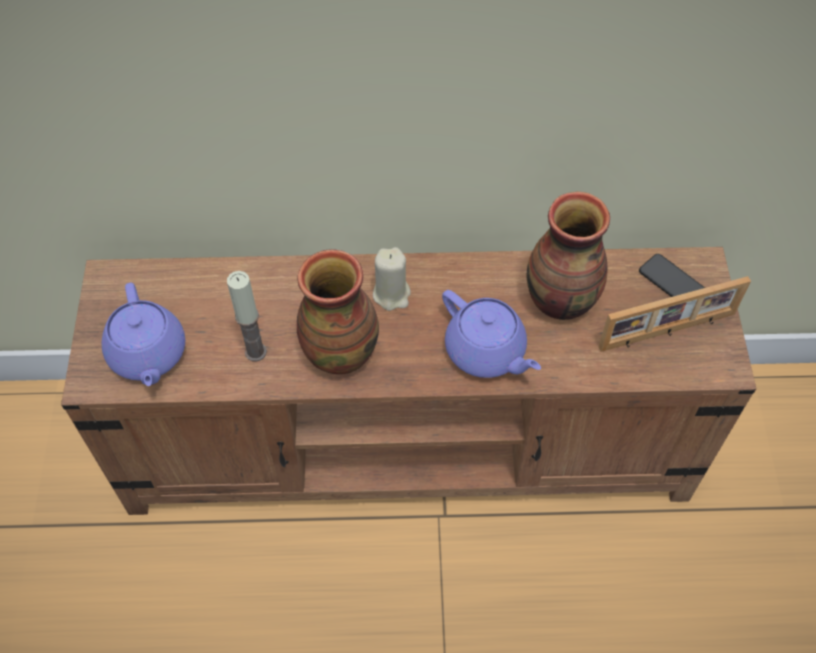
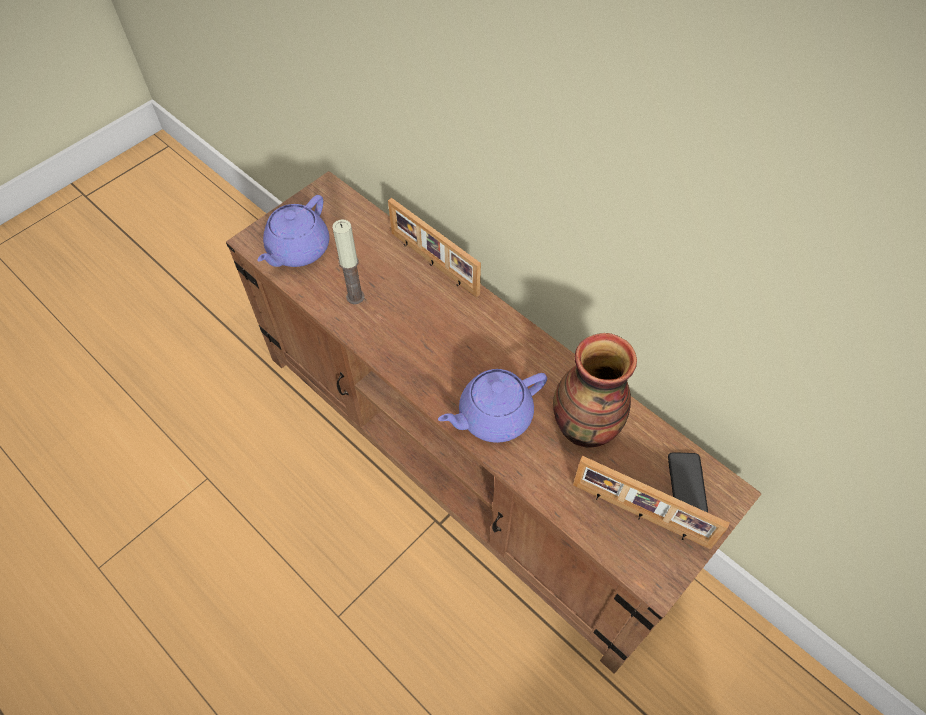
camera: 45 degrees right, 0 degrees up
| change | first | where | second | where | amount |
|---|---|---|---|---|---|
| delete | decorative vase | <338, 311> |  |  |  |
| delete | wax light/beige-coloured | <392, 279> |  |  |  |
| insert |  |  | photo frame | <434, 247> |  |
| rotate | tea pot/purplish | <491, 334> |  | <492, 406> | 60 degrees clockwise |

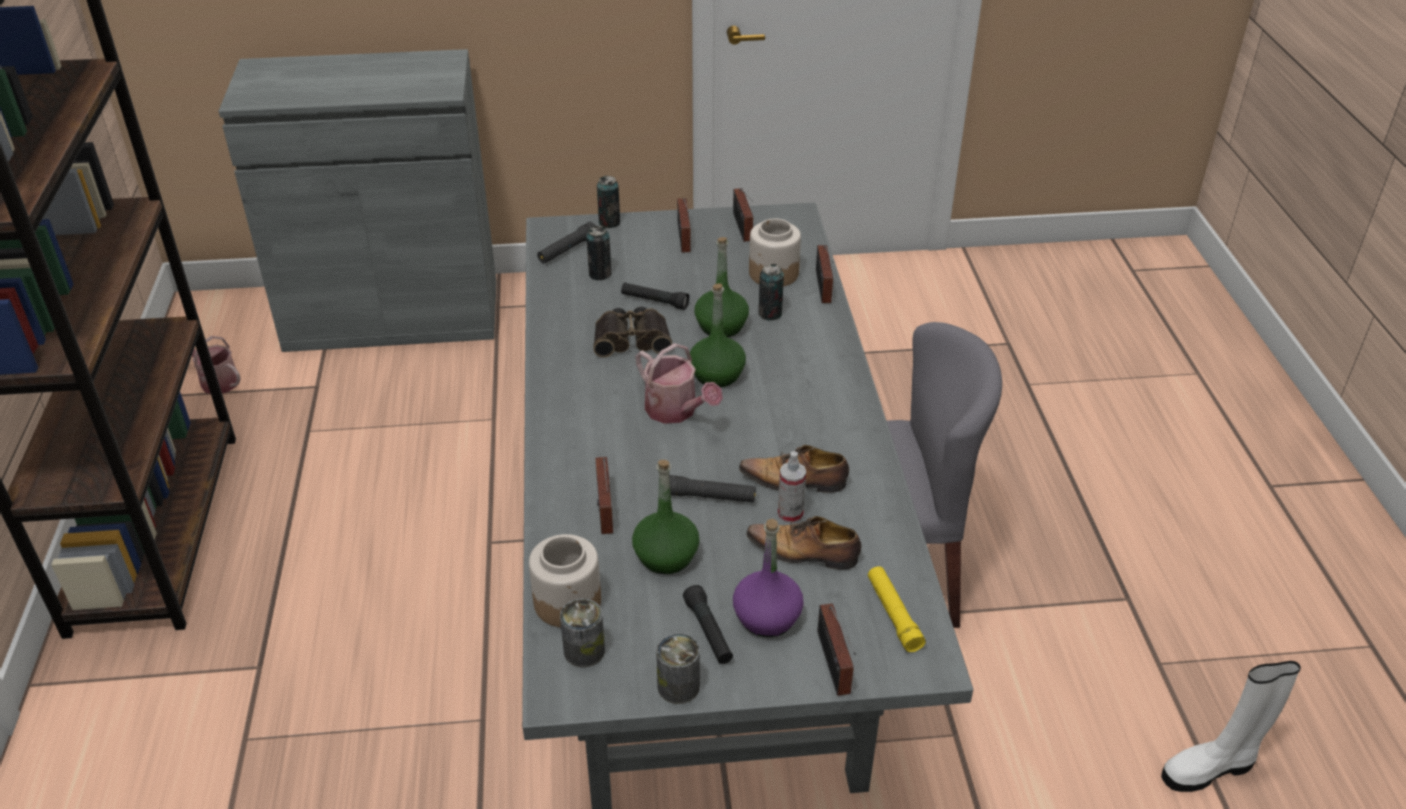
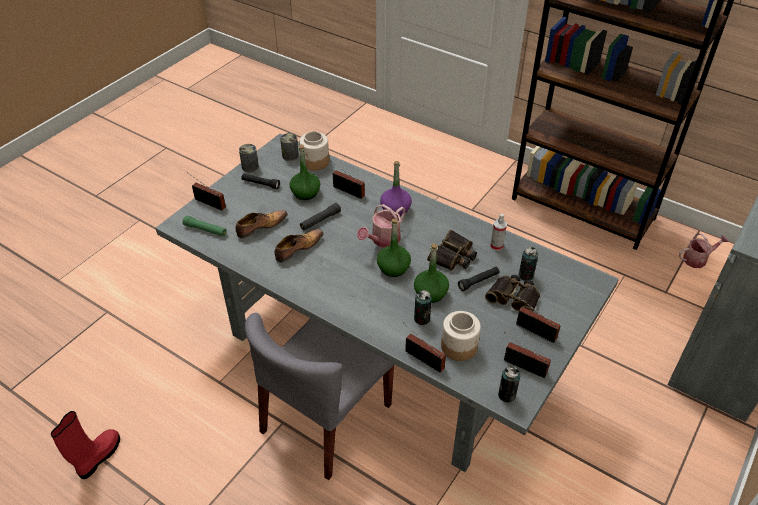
camera: 130 degrees right, 5 degrees up
| change | first | where | second | where | amount |
|---|---|---|---|---|---|
| delete | torch/black-coloured | <566, 243> |  |  |  |
| insert |  |  | pair of binoculars | <512, 293> |  |
| move | sealed can | <608, 202> |  | <509, 384> |  |
| move | beverage bottle/purplish | <768, 578> |  | <396, 188> |  |
| move | sprayer | <792, 487> |  | <498, 232> |  |
| recolor | torch/yellow-coloured | <897, 609> | torch/green | <205, 226> |  |
| recolor | tall boot/white | <1231, 726> | tall boot/red-coloured | <85, 445> |  |
| rotate | sprinkling can | <679, 383> |  | <381, 226> | 45 degrees counterclockwise |

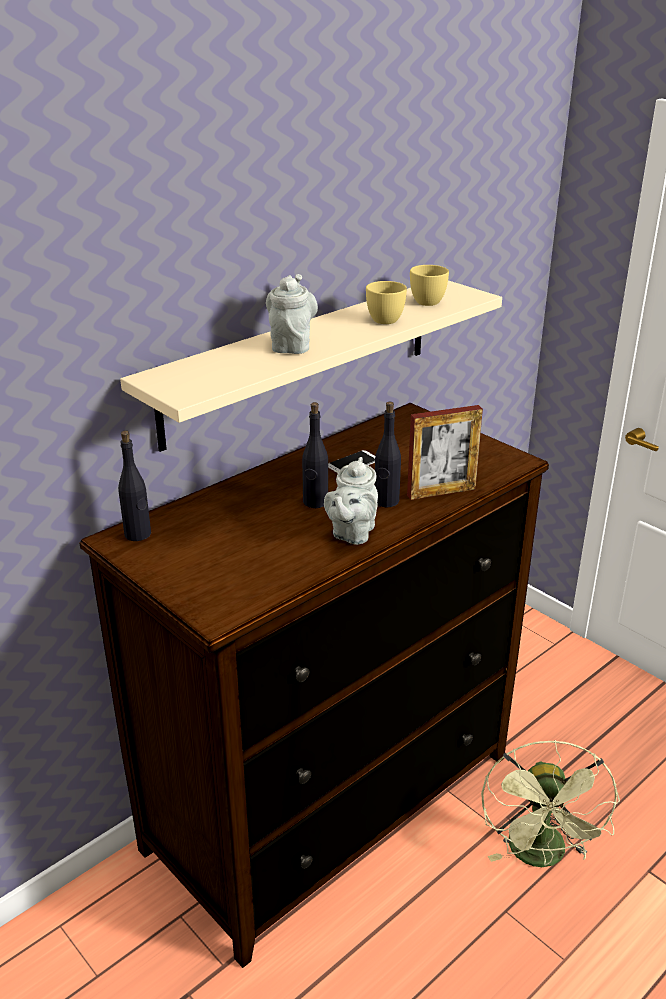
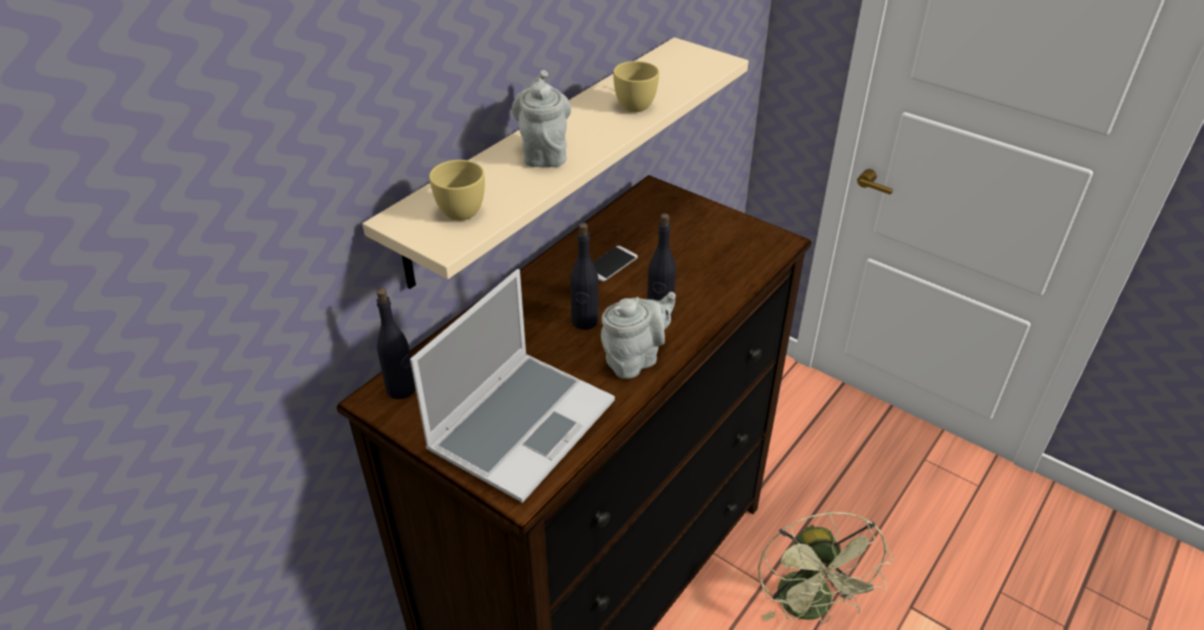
camera: 10 degrees left, 10 degrees up
| change | first | where | second | where | amount |
|---|---|---|---|---|---|
| delete | photo frame | <445, 452> |  |  |  |
| insert |  |  | laptop | <512, 386> |  |
| move | small cup/yellow-coloured | <429, 285> |  | <457, 190> |  |
| rotate | tea pot/greyish | <351, 501> |  | <638, 335> | 135 degrees counterclockwise |

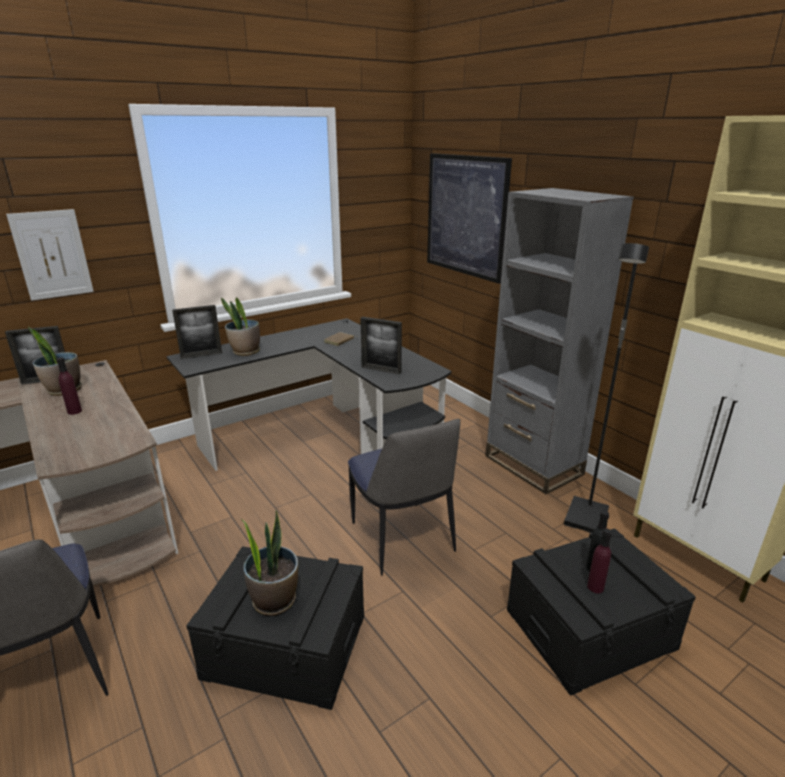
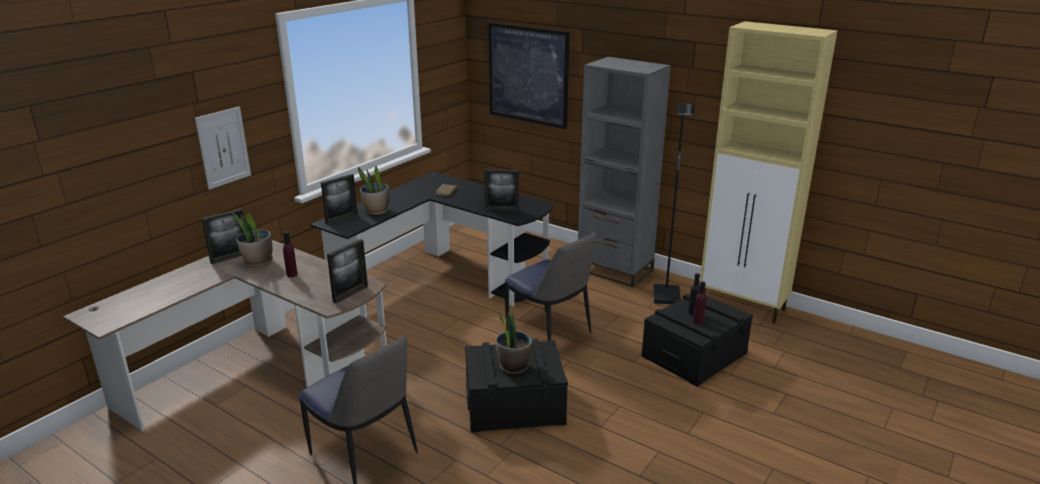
camera: 20 degrees left, 0 degrees up
| change | first | where | second | where | amount |
|---|---|---|---|---|---|
| insert |  |  | photo frame | <347, 271> |  |

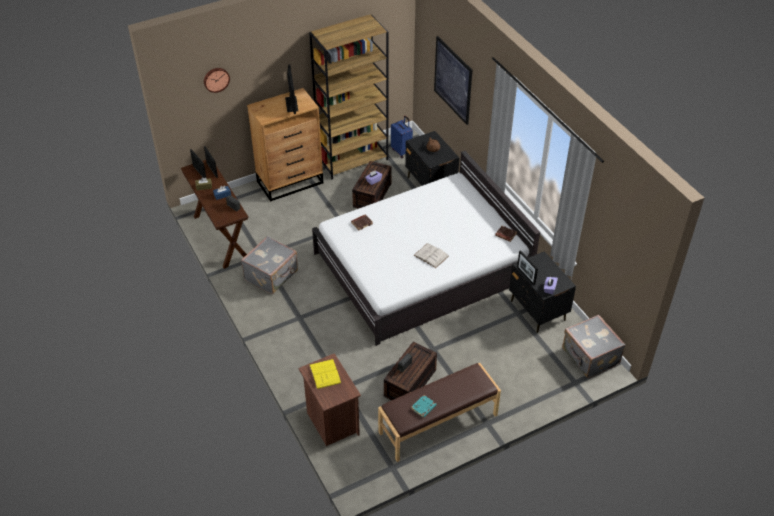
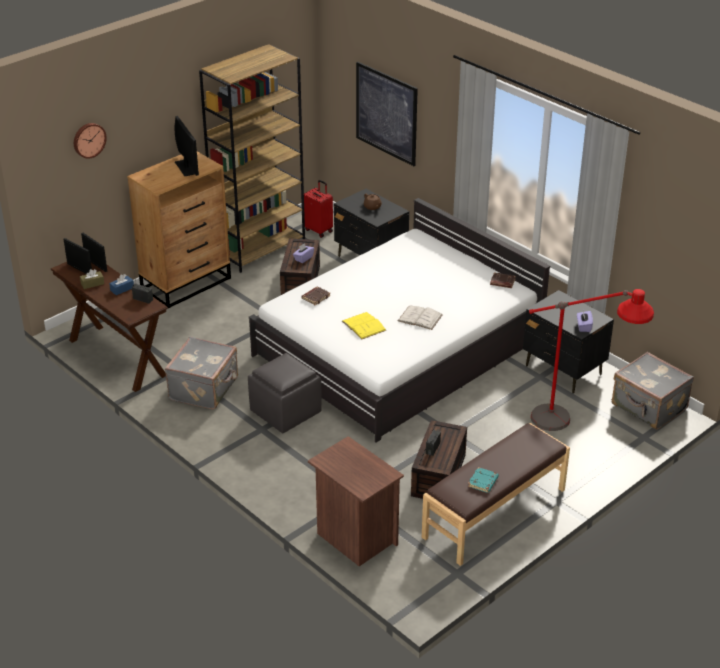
camera: 15 degrees left, 10 degrees down
| change | first | where | second | where | amount |
|---|---|---|---|---|---|
| delete | photo frame | <527, 267> |  |  |  |
| insert |  |  | ottoman/greyish | <285, 393> |  |
| insert |  |  | standing lamp/red-coloured | <591, 360> |  |
| move | bound book/yellow-coloured | <325, 374> |  | <364, 326> |  |
| recolor | piece of luggage/bluish | <402, 137> | piece of luggage/red-coloured | <318, 209> |  |

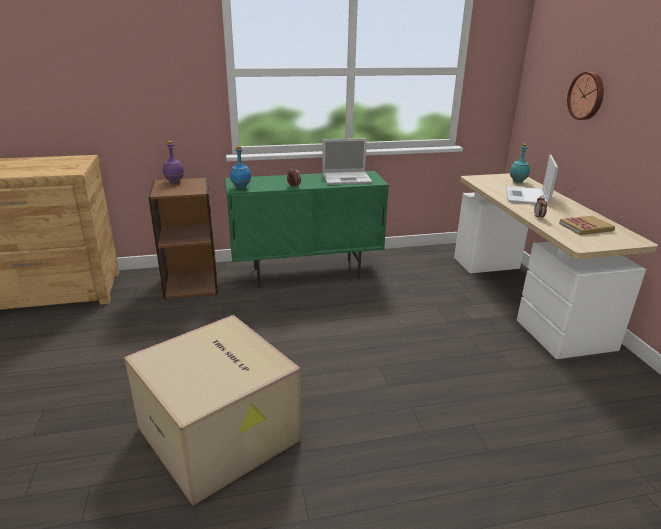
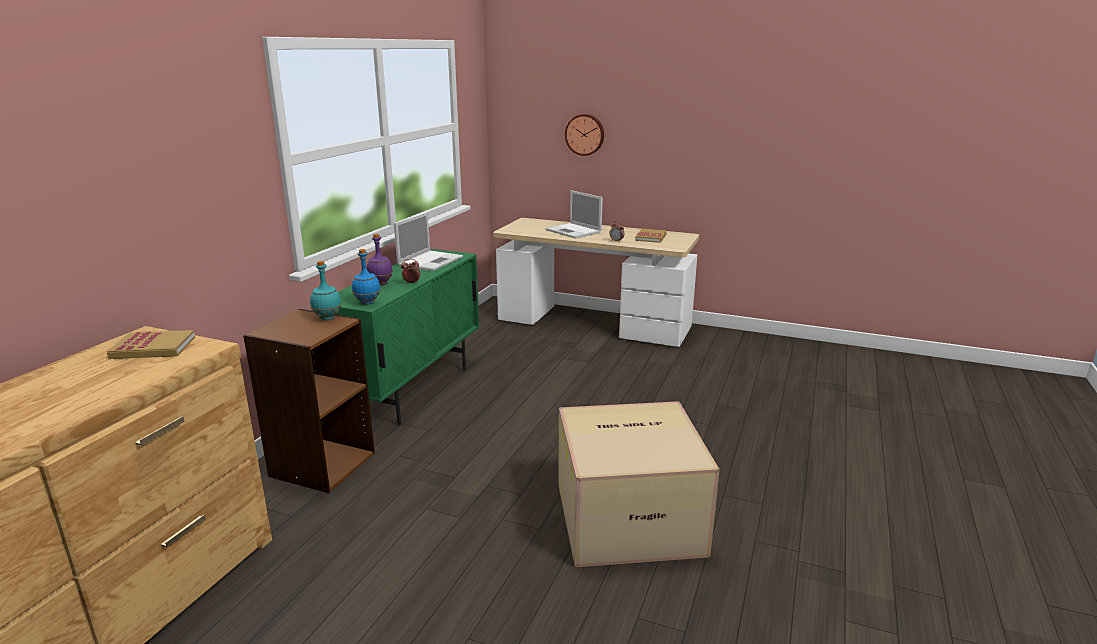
camera: 55 degrees left, 5 degrees down
| change | first | where | second | where | amount |
|---|---|---|---|---|---|
| insert |  |  | bound book | <151, 344> |  |
| move | beverage bottle/purplish | <173, 162> |  | <380, 259> |  |
| move | beverage bottle/blue-green | <519, 163> |  | <326, 290> |  |

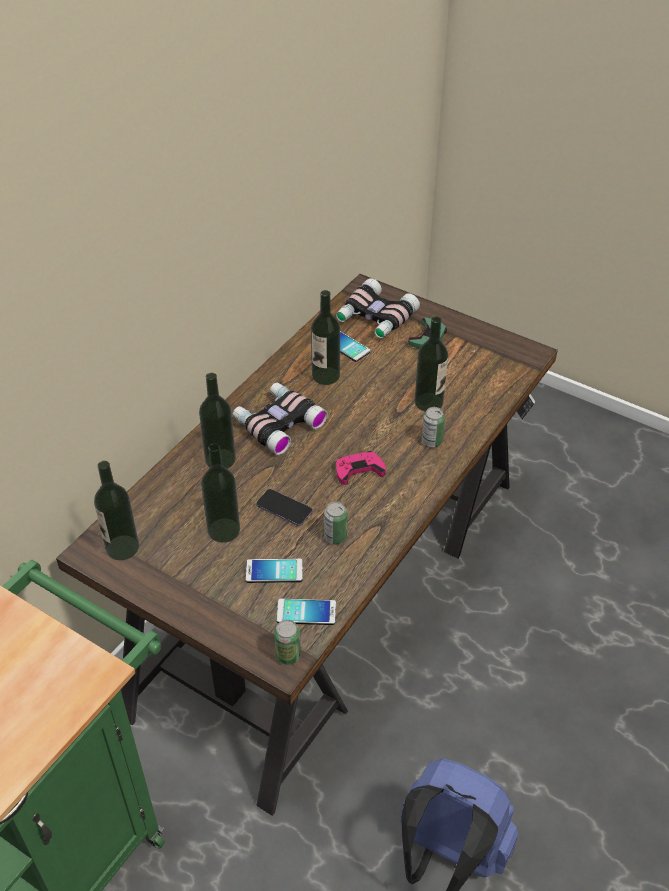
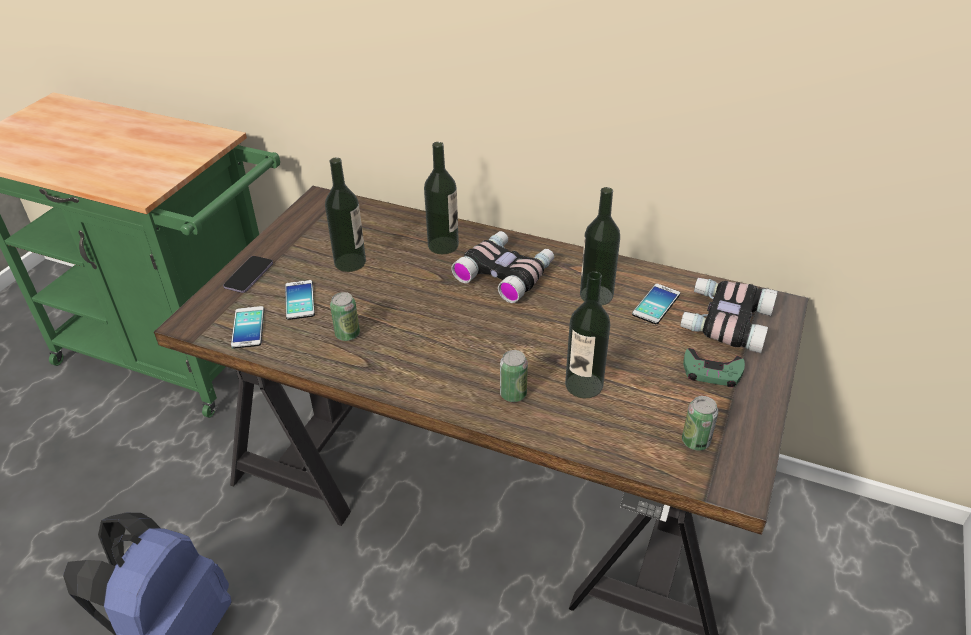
camera: 80 degrees right, 5 degrees down
| change | first | where | second | where | amount |
|---|---|---|---|---|---|
| delete | beverage bottle | <116, 510> |  |  |  |
| delete | joypad/pink-coloured | <361, 468> |  |  |  |
| move | handset | <284, 507> |  | <248, 274> |  |
| move | sealed can | <287, 642> |  | <700, 423> |  |

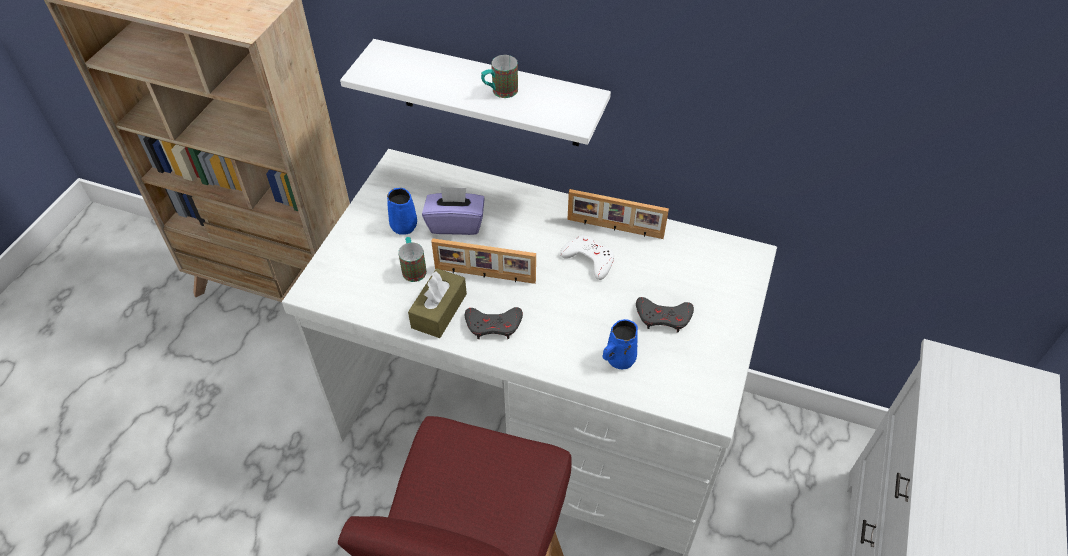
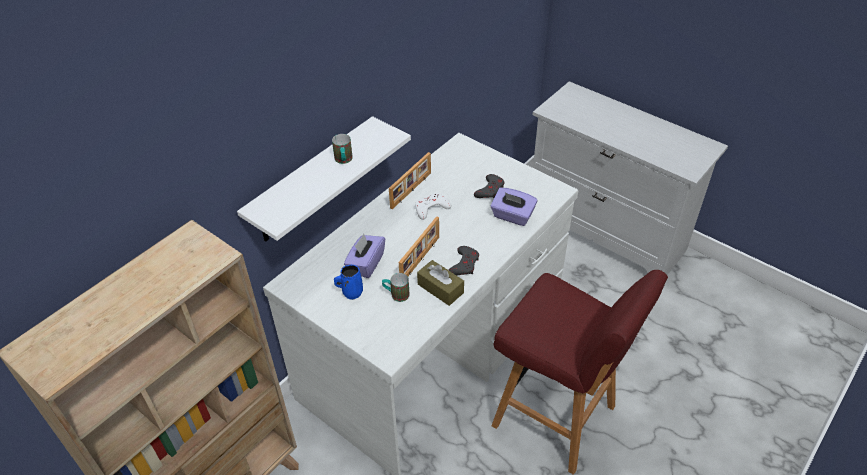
camera: 70 degrees left, 5 degrees down
| change | first | where | second | where | amount |
|---|---|---|---|---|---|
| replace | mug/bluish | <620, 344> | tissue holder/purplish | <514, 207> |  |

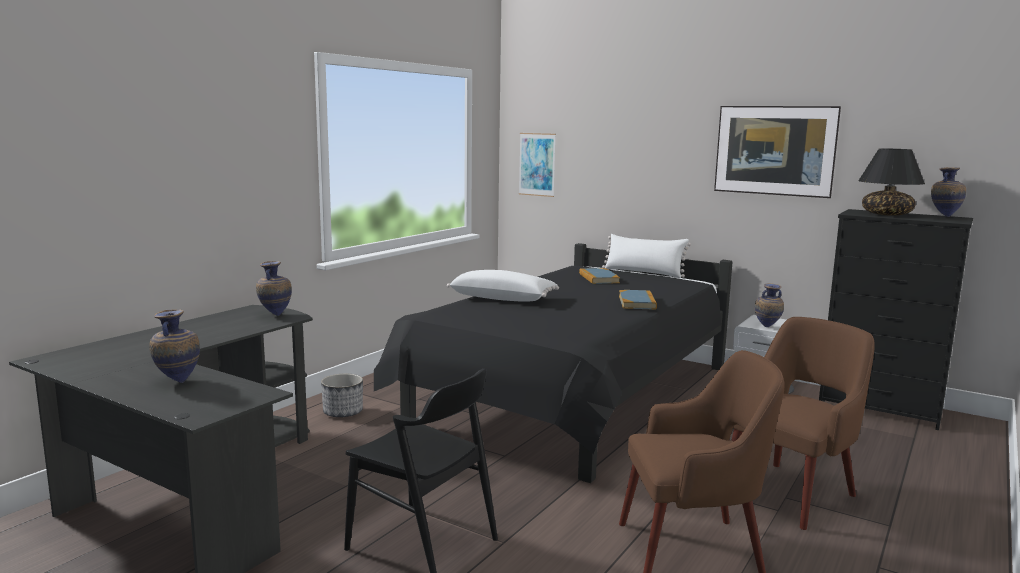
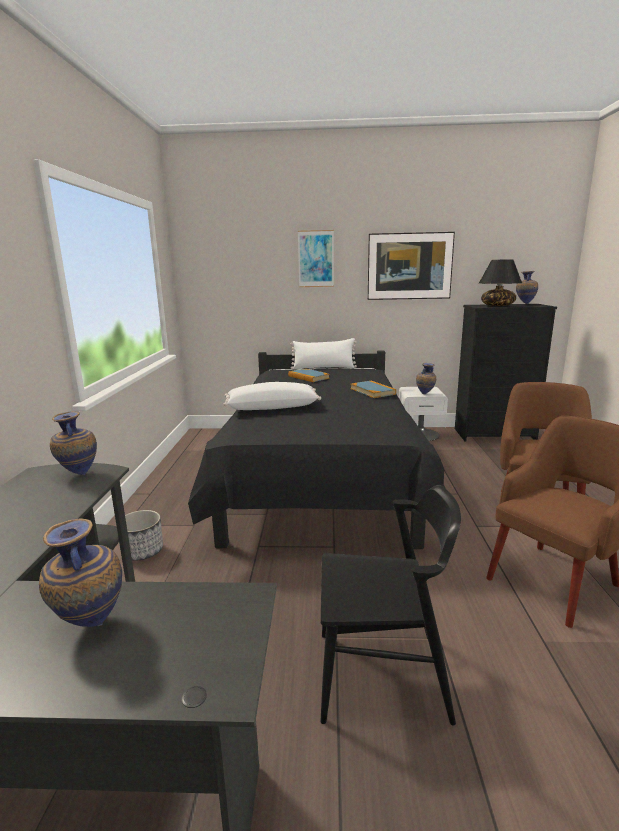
camera: 30 degrees left, 5 degrees up
| change | first | where | second | where | amount |
|---|---|---|---|---|---|
| move | wall art | <537, 165> |  | <316, 258> |  |

